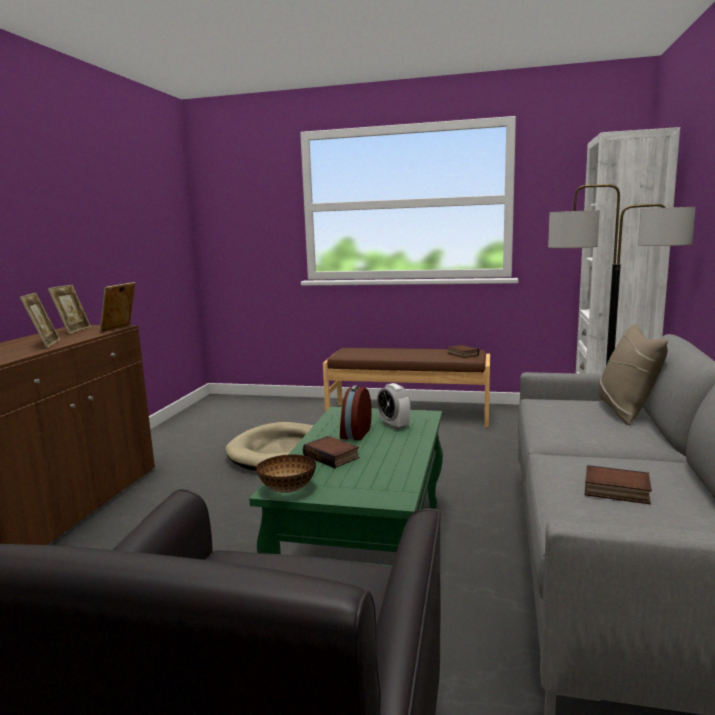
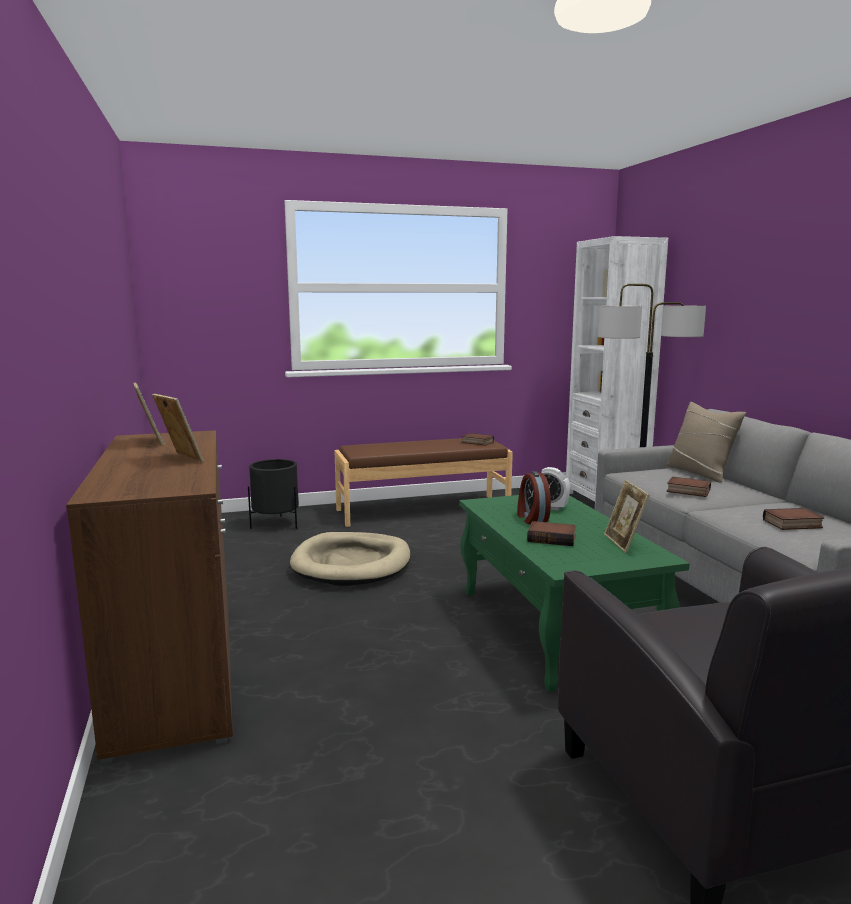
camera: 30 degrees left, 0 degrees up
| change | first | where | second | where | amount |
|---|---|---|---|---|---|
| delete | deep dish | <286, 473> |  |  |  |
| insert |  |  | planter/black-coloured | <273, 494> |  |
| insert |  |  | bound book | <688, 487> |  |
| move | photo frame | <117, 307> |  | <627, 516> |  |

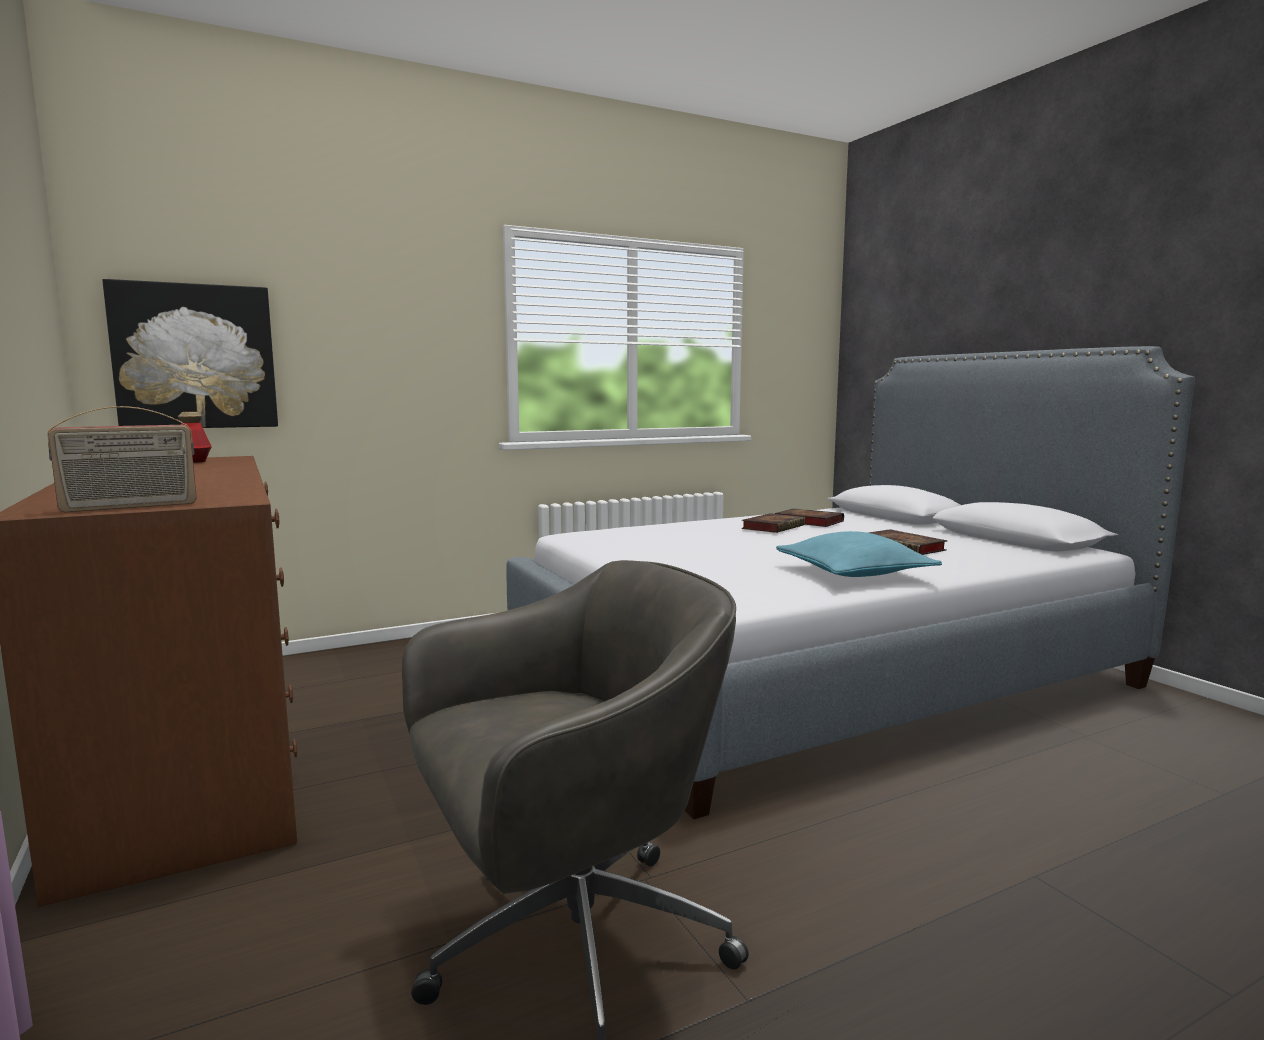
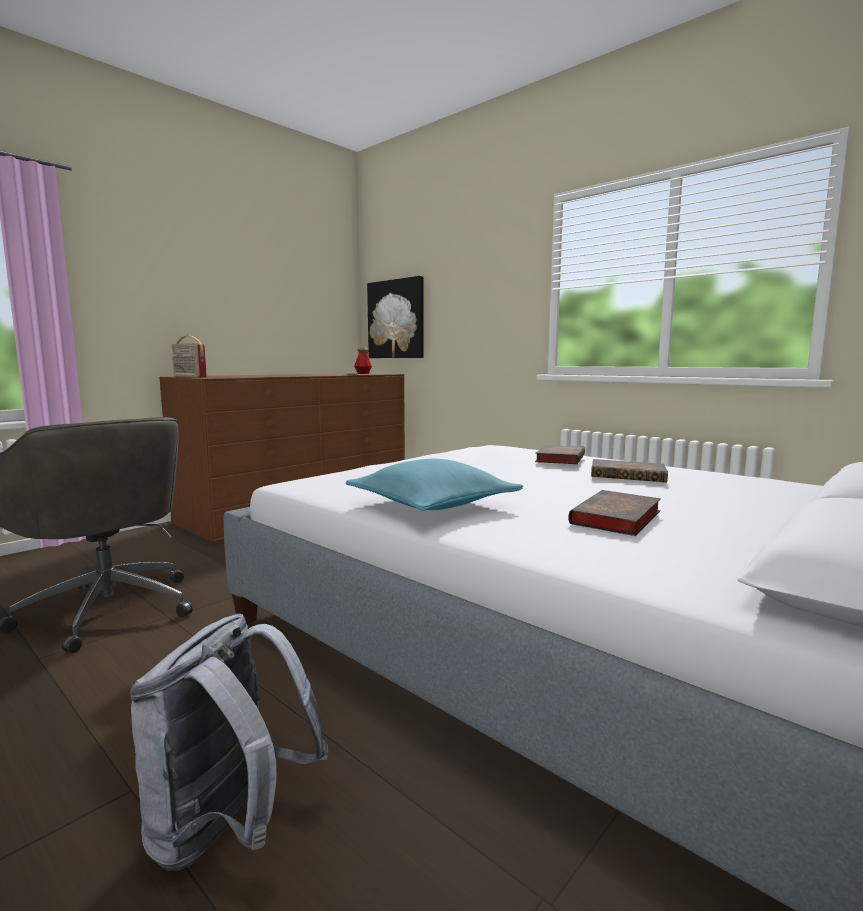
camera: 70 degrees right, 0 degrees up
| change | first | where | second | where | amount |
|---|---|---|---|---|---|
| insert |  |  | rucksack/greyish | <229, 742> |  |
| move | bound book | <809, 517> |  | <560, 454> |  |

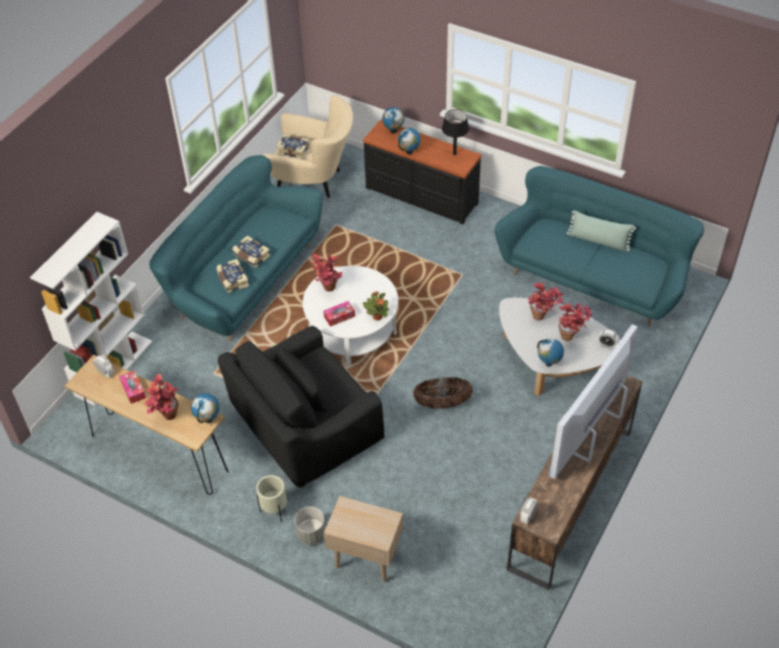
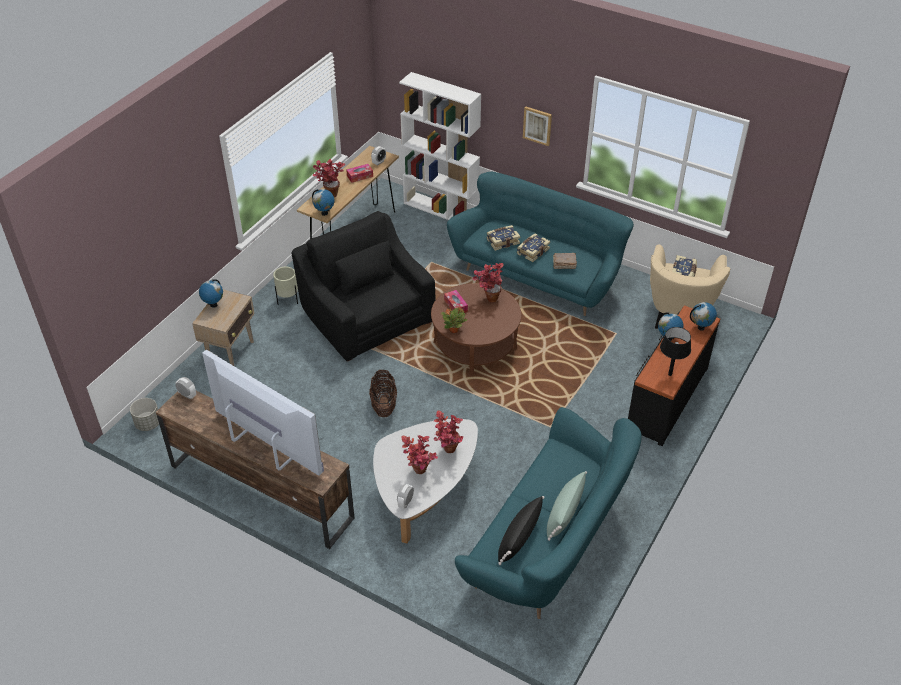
camera: 90 degrees right, 5 degrees down
| change | first | where | second | where | amount |
|---|---|---|---|---|---|
| insert |  |  | pillow/black-coloured | <521, 530> |  |
| insert |  |  | wall art | <537, 126> |  |
| insert |  |  | bound book/brownish | <565, 261> |  |
| move | planter/greyish | <309, 525> |  | <144, 414> |  |
| move | world globe | <550, 352> |  | <211, 293> |  |
| recolor | coffee table/white | <350, 316> | coffee table/brownish | <476, 329> |  |

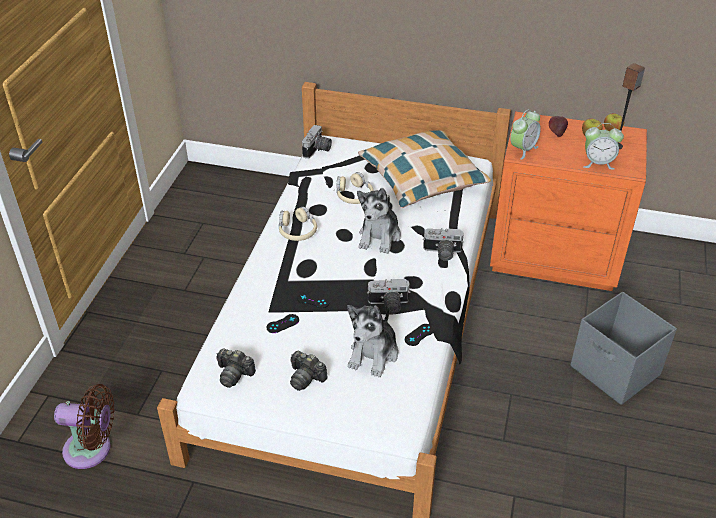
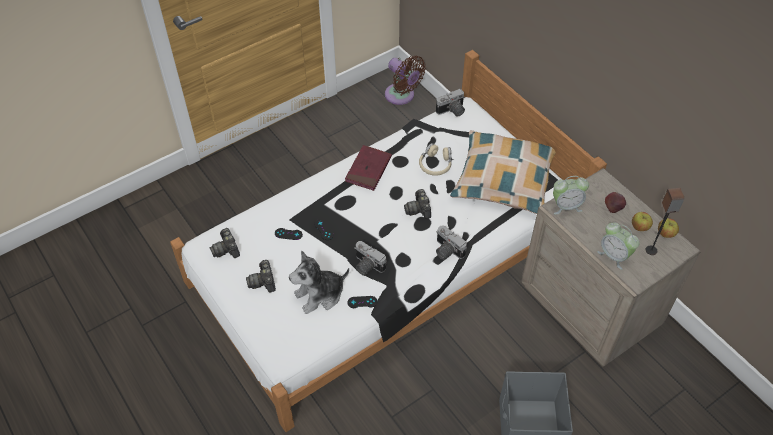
camera: 40 degrees right, 10 degrees up
| change | first | where | second | where | amount |
|---|---|---|---|---|---|
| move | cooling fan/brownish | <84, 426> |  | <405, 80> |  |
| replace | pair of headphones/beige-coloured | <298, 223> | bound book/red-coloured | <368, 168> |  |
| replace | plush toy | <379, 221> | still camera | <417, 204> |  |
| recolor | nightstand/orangey | <568, 201> | nightstand/beige-coloured | <611, 267> |  |

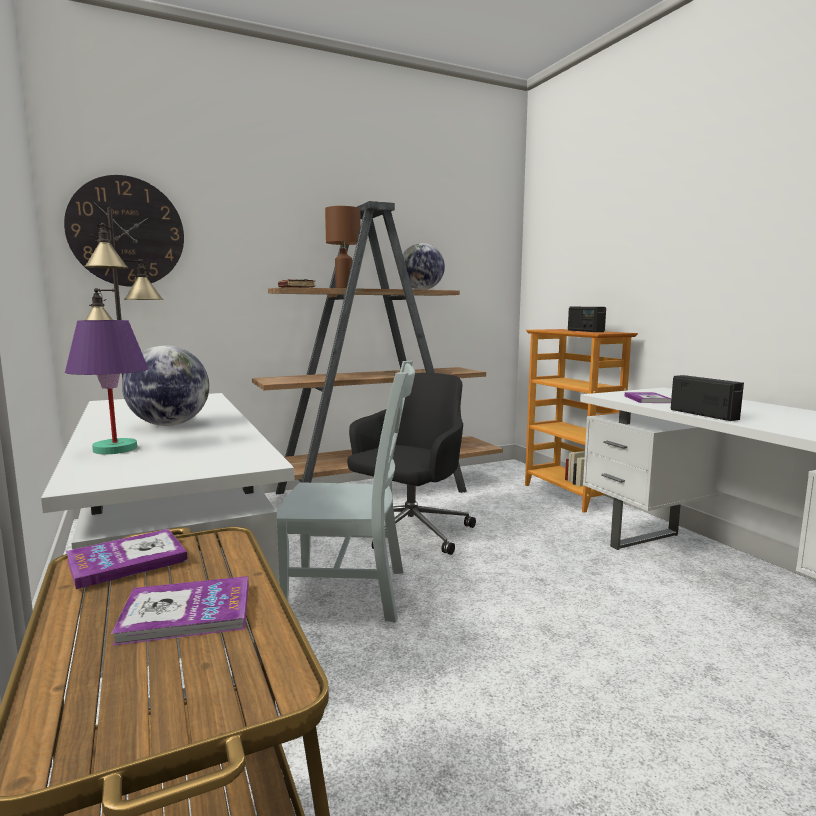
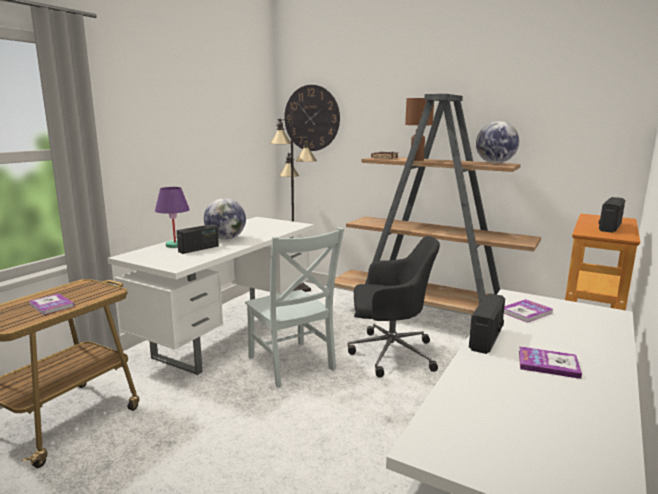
camera: 55 degrees right, 5 degrees up
| change | first | where | second | where | amount |
|---|---|---|---|---|---|
| insert |  |  | radio receiver | <198, 239> |  |
| move | bound book | <127, 559> |  | <550, 362> |  |

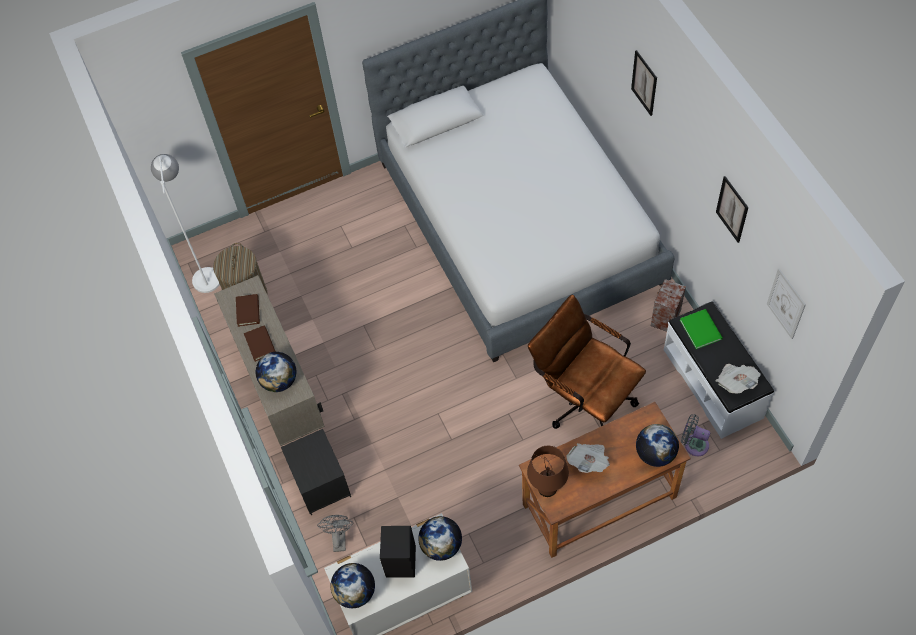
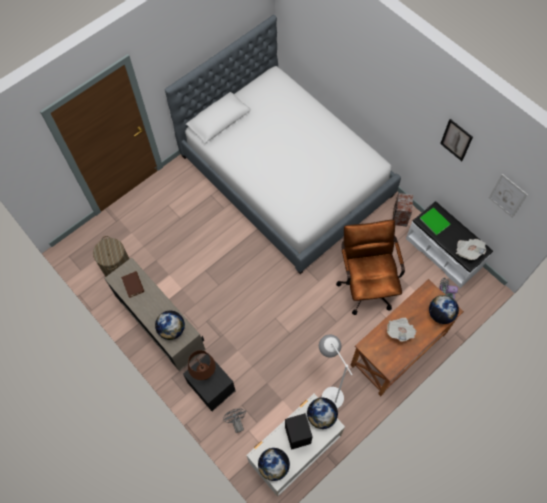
camera: 20 degrees left, 5 degrees up
| change | first | where | second | where | amount |
|---|---|---|---|---|---|
| delete | bound book/brownish | <260, 344> |  |  |  |
| delete | wall art | <644, 83> |  |  |  |
| move | standing lamp/white | <185, 223> |  | <336, 372> |  |
| move | table lamp/brownish | <548, 471> |  | <202, 365> |  |
| rotate | office chair/brownish | <587, 362> |  | <370, 267> | 60 degrees clockwise |

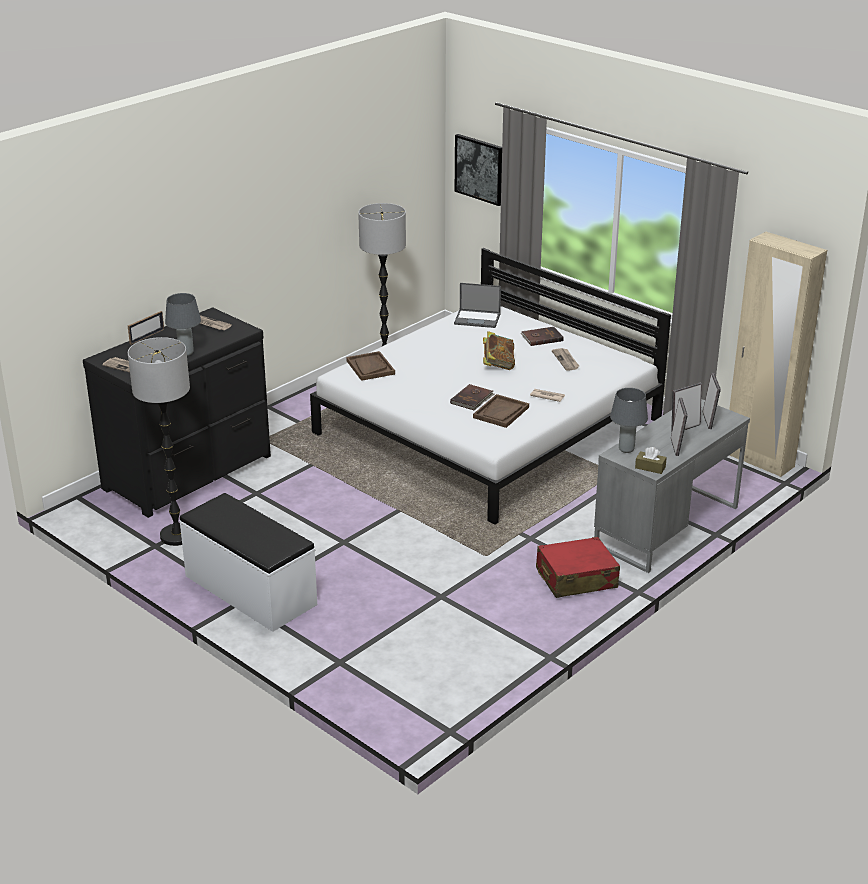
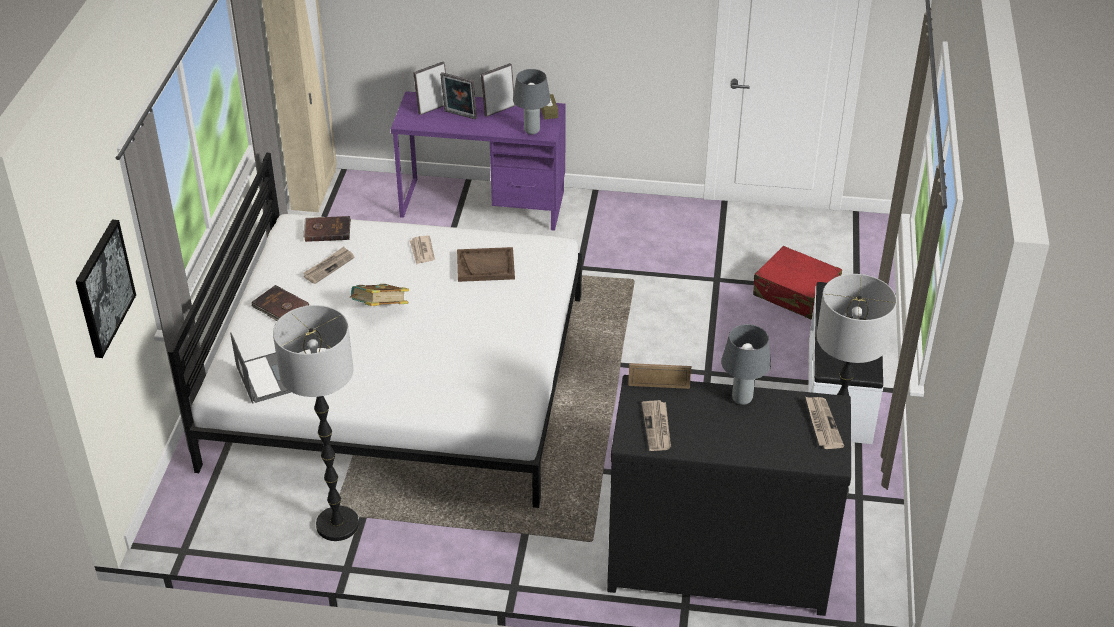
camera: 125 degrees left, 10 degrees up
| change | first | where | second | where | amount |
|---|---|---|---|---|---|
| delete | serving tray/brownish | <370, 366> |  |  |  |
| move | photo frame | <146, 328> |  | <659, 376> |  |
| move | bound book/brownish | <472, 397> |  | <327, 229> |  |
| move | piece of luggage/red-coloured | <578, 567> |  | <797, 282> |  |
| recolor | desk unit/greyish | <672, 486> | desk unit/purplish | <478, 161> |  |

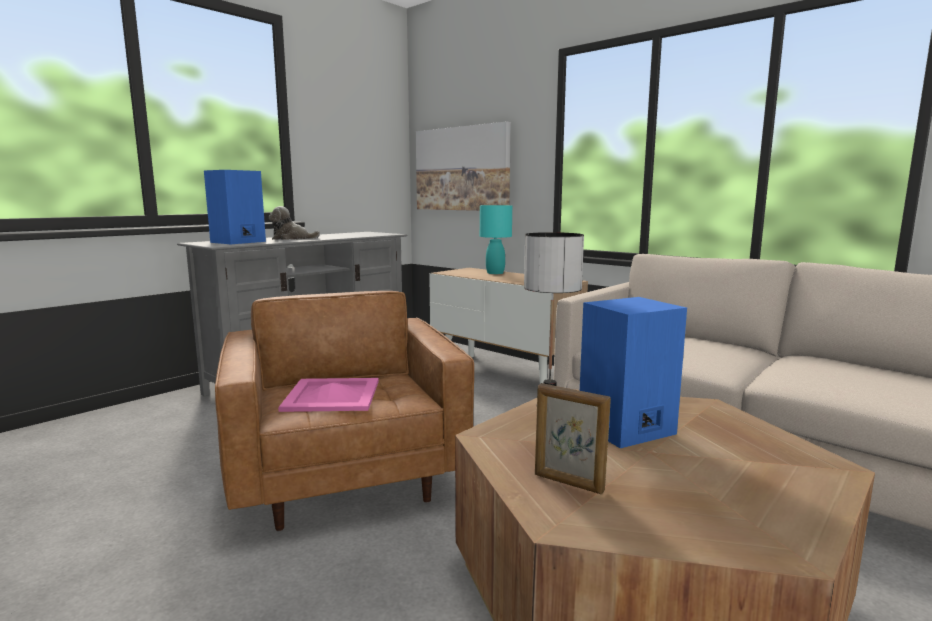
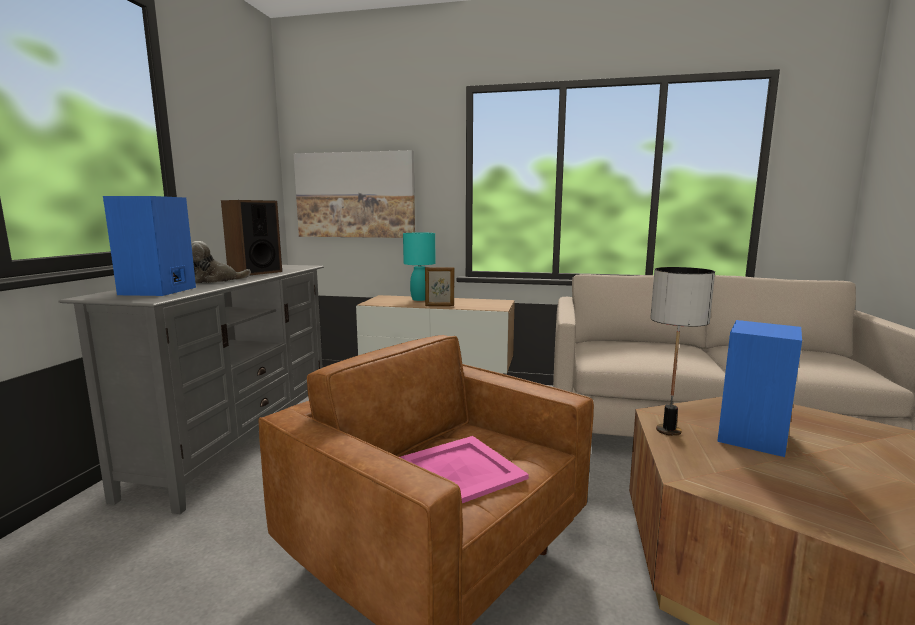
camera: 30 degrees left, 0 degrees up
| change | first | where | second | where | amount |
|---|---|---|---|---|---|
| insert |  |  | speaker | <251, 238> |  |
| move | photo frame | <573, 438> |  | <439, 286> |  |

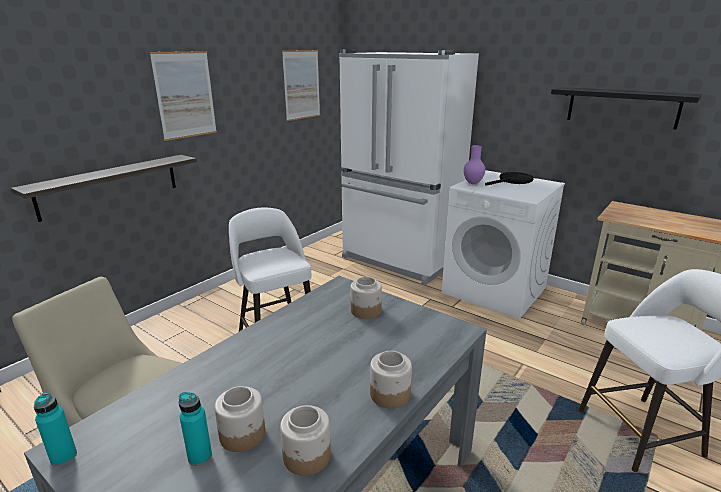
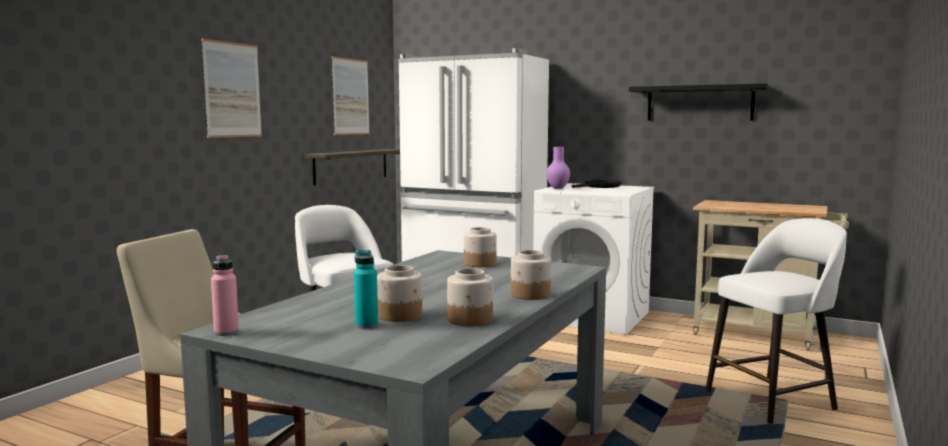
camera: 10 degrees left, 15 degrees down
| change | first | where | second | where | amount |
|---|---|---|---|---|---|
| move | wall shelf | <104, 188> |  | <352, 167> |  |
| recolor | beverage bottle/blue-green | <55, 429> | beverage bottle/pink-coloured | <225, 295> |  |

